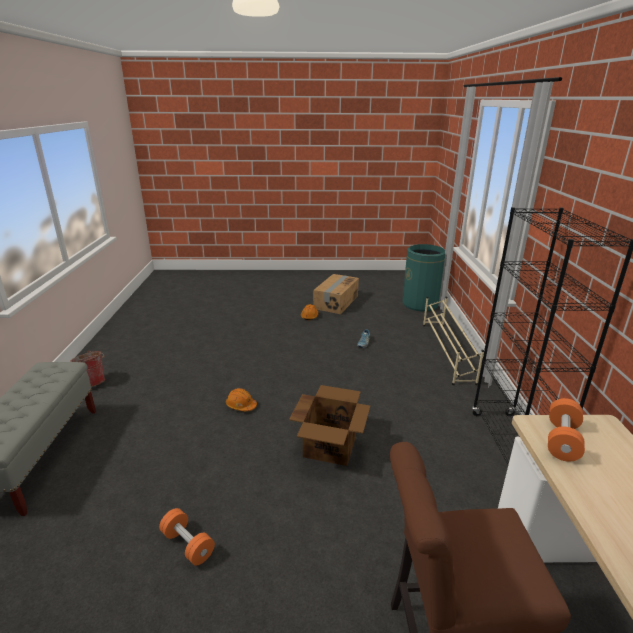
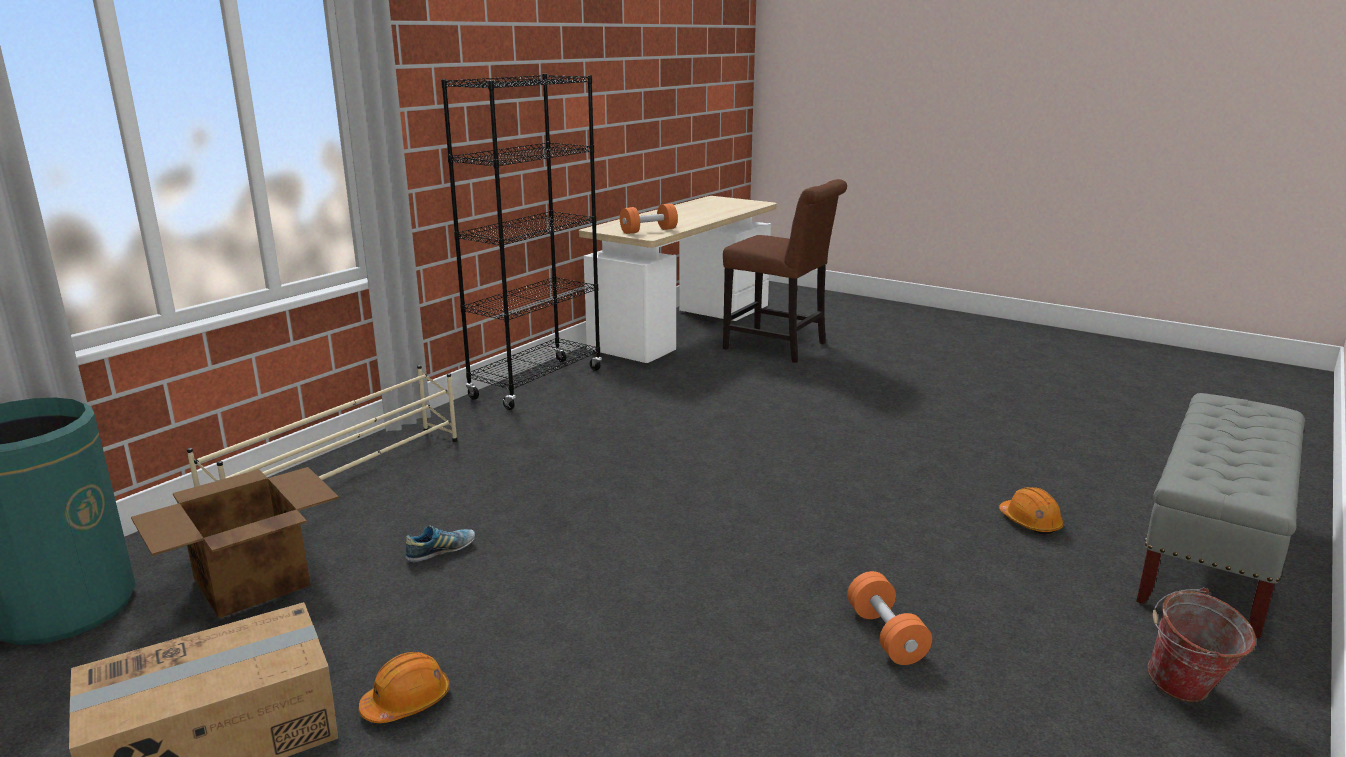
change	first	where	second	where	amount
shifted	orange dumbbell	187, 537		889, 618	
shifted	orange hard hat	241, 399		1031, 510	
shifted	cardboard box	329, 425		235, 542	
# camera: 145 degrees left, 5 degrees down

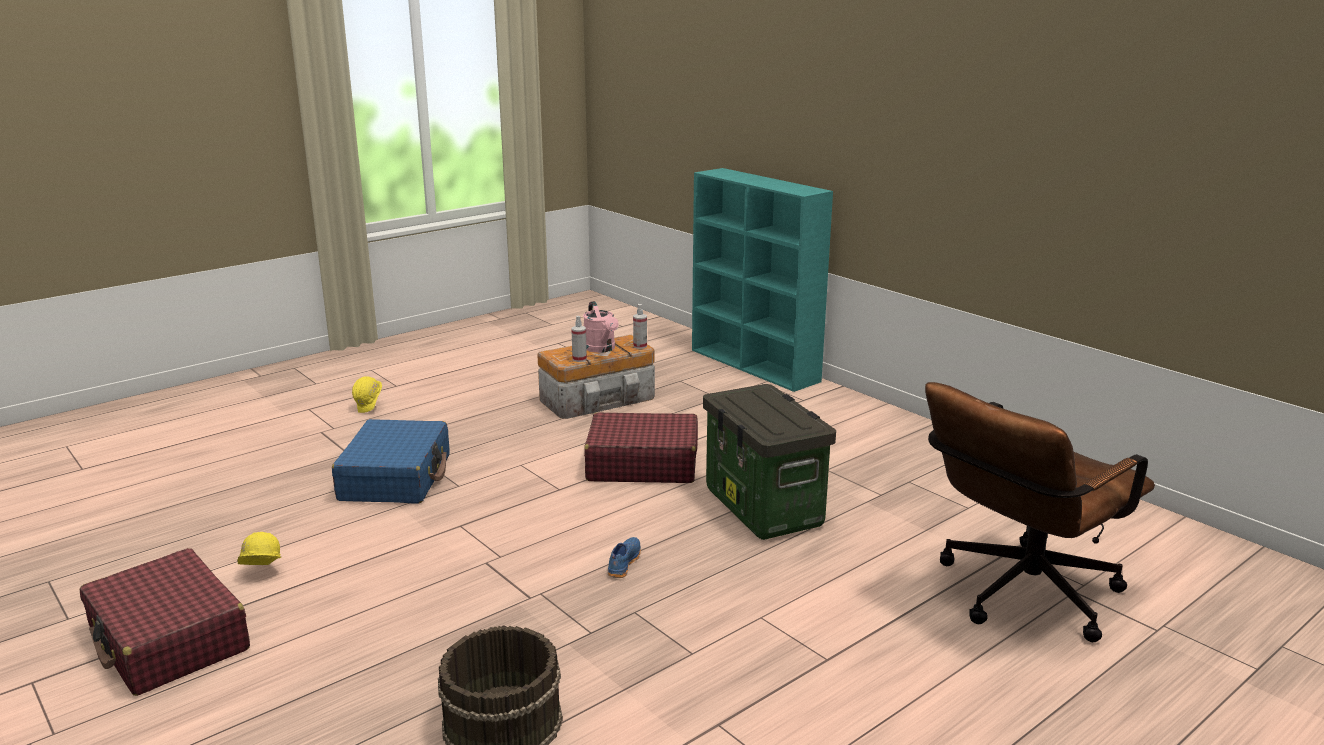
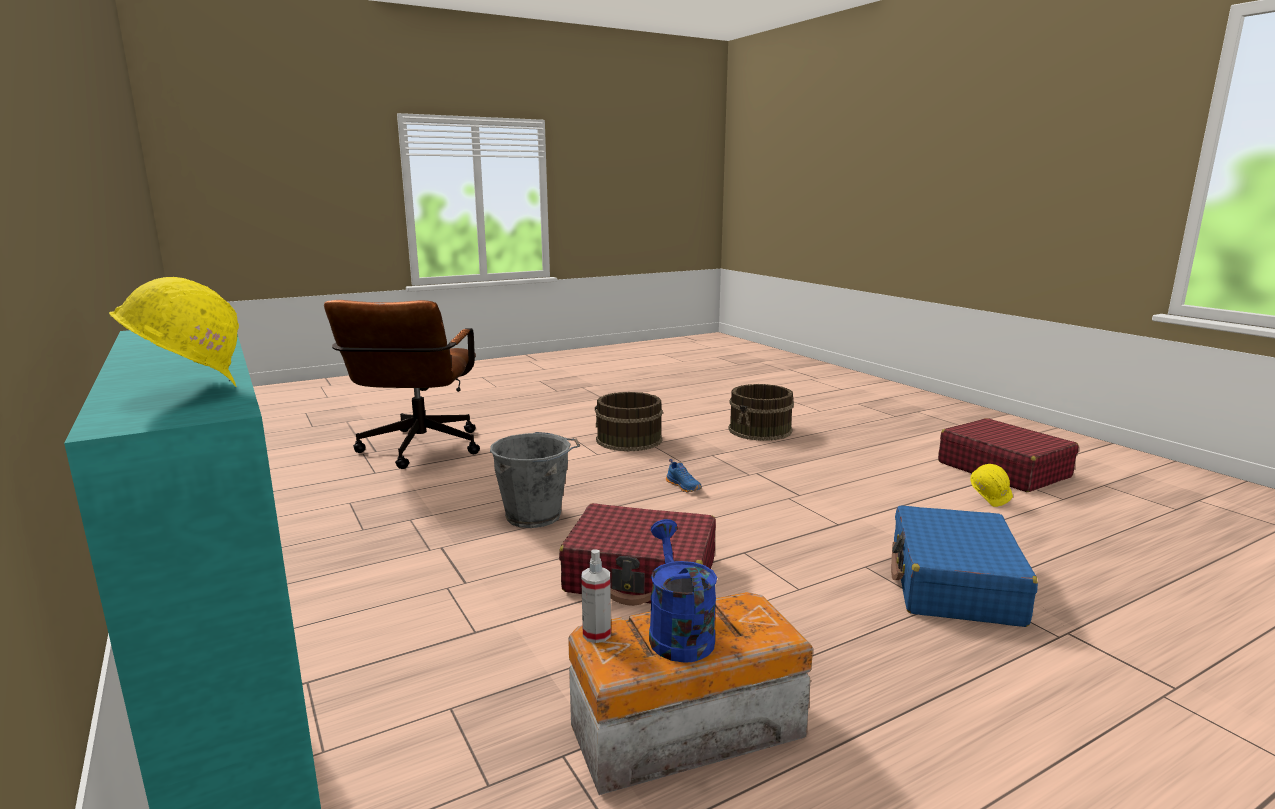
change	first	where	second	where	amount
gone	spray bottle	579, 339			
new			brown bucket	629, 422	
shifted	yellow hard hat	367, 394		174, 332	
swapped	storage box	769, 462	grey bucket	535, 480	
repainted	pink watering can	601, 327	blue watering can	683, 591	
rotated	blue shoe	624, 557		684, 475	60 degrees counterclockwise
rotated	brown office chair	1040, 512		402, 384	120 degrees clockwise
# camera: 170 degrees left, 5 degrees down

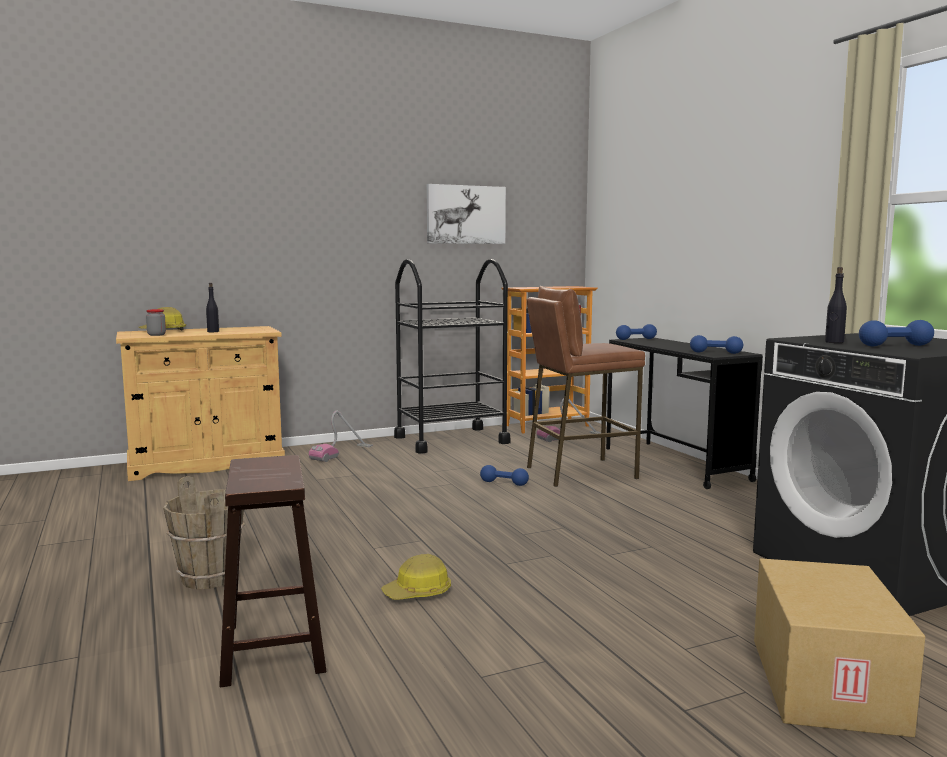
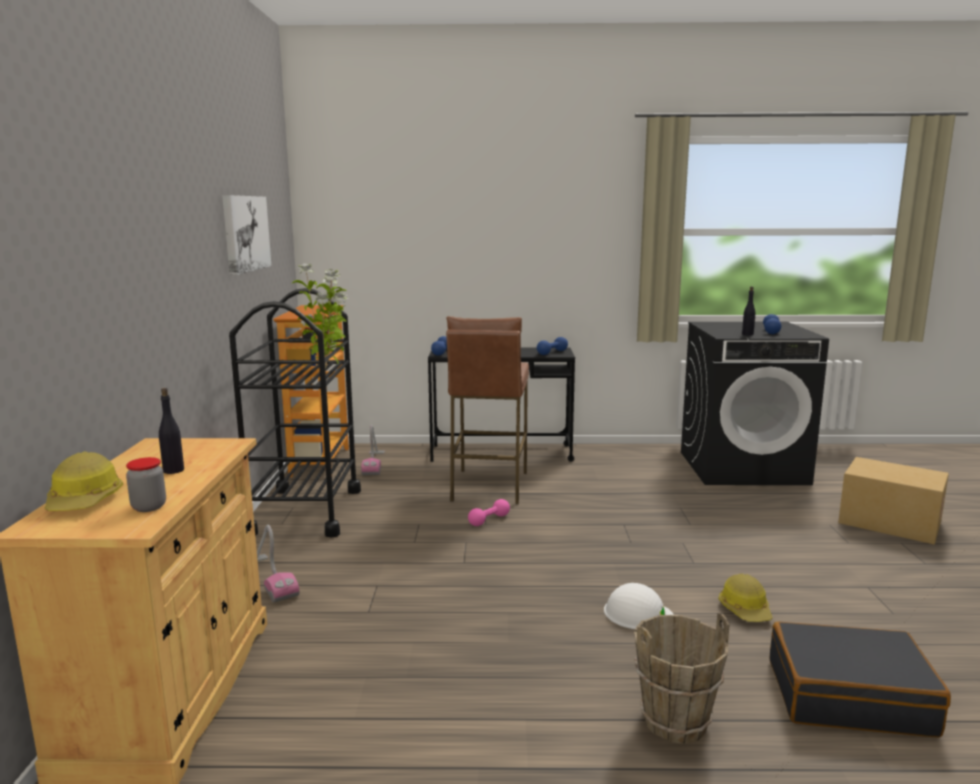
change	first	where	second	where	amount
new			potted plant	320, 316	
new			white hard hat	639, 606	
swapped	brown stool	273, 571	black suitcase	860, 679	
repainted	blue dumbbell	504, 475	pink dumbbell	489, 512	
# camera: 65 degrees left, 5 degrees up

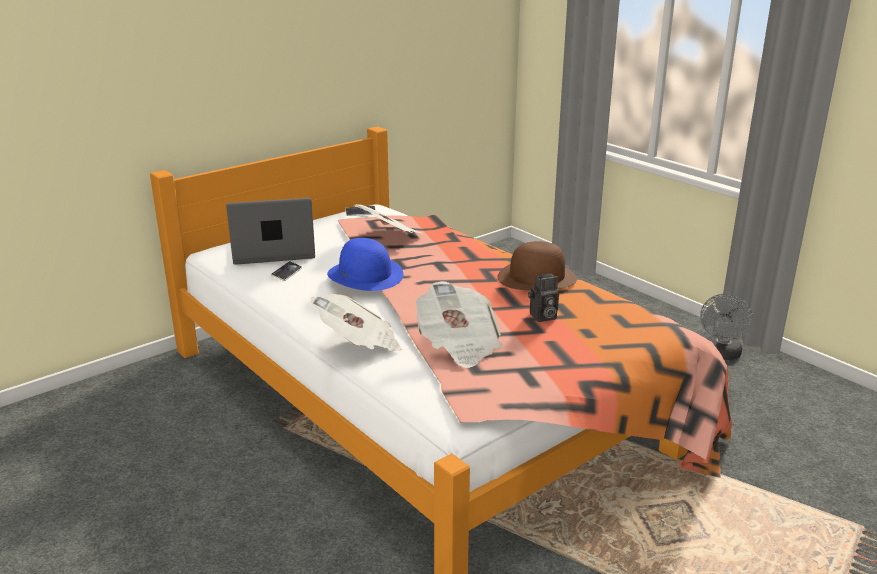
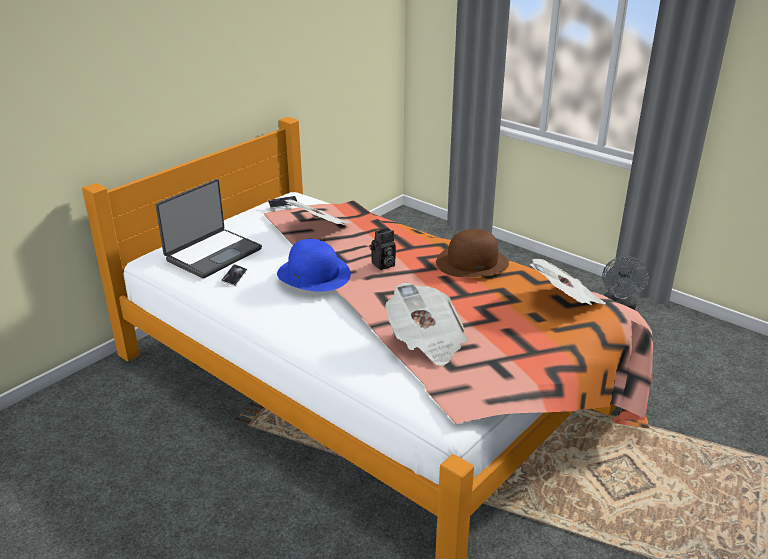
change	first	where	second	where	amount
shifted	newspaper	356, 322		568, 282	
shifted	photo camera	543, 297		382, 249	
rotated	laptop	270, 231		208, 228	150 degrees clockwise
# camera: 10 degrees left, 5 degrees up

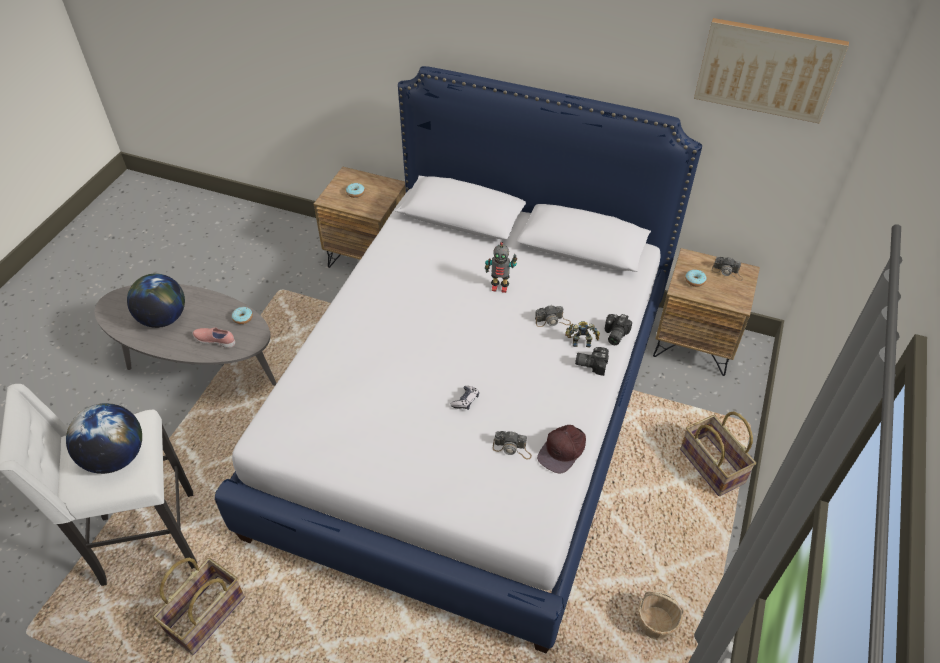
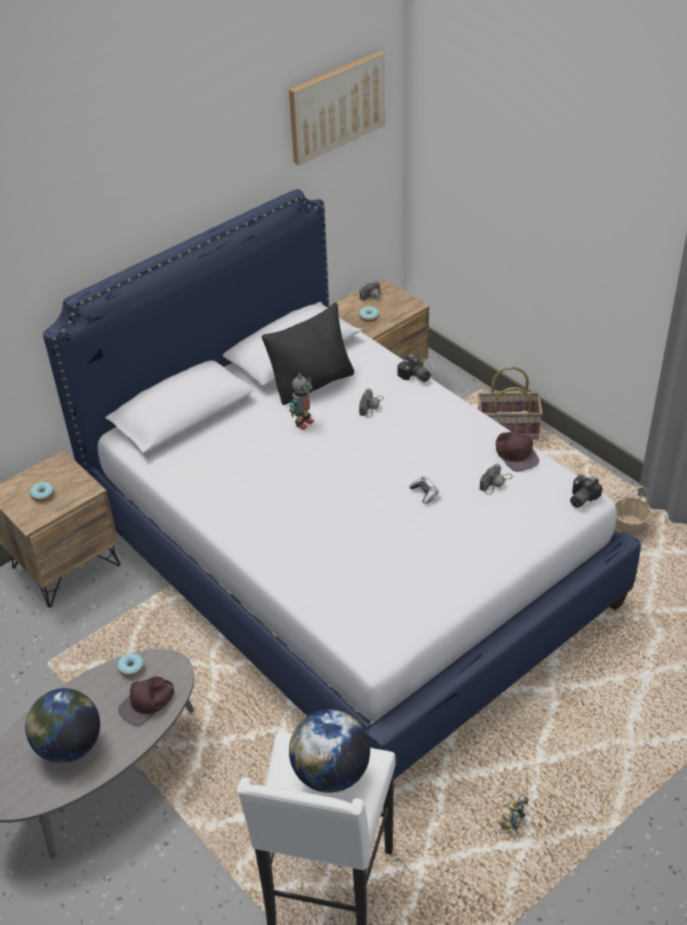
change	first	where	second	where	amount
gone	basket	199, 606			
new			black pillow	308, 353	
shifted	toy robot	582, 334		513, 812	
shifted	photo camera	592, 361		586, 491	
swapped	pink shoe	213, 337	brown cap	146, 700	
# camera: 60 degrees left, 5 degrees down

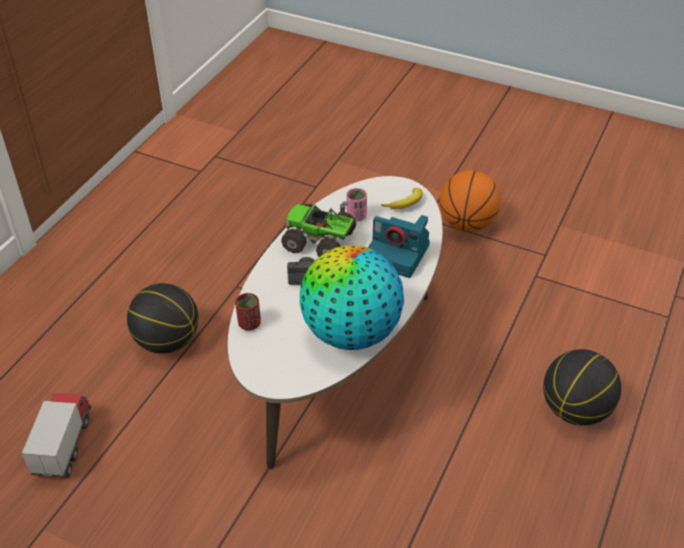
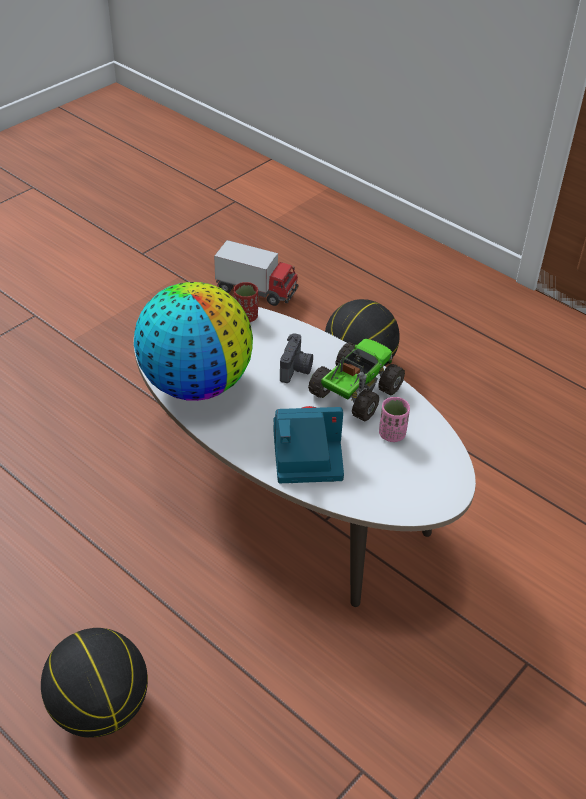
change	first	where	second	where	amount
gone	banana	401, 198			
gone	basketball	470, 201			
rotated	photo camera	399, 246		309, 444	45 degrees clockwise
# camera: 105 degrees right, 0 degrees up

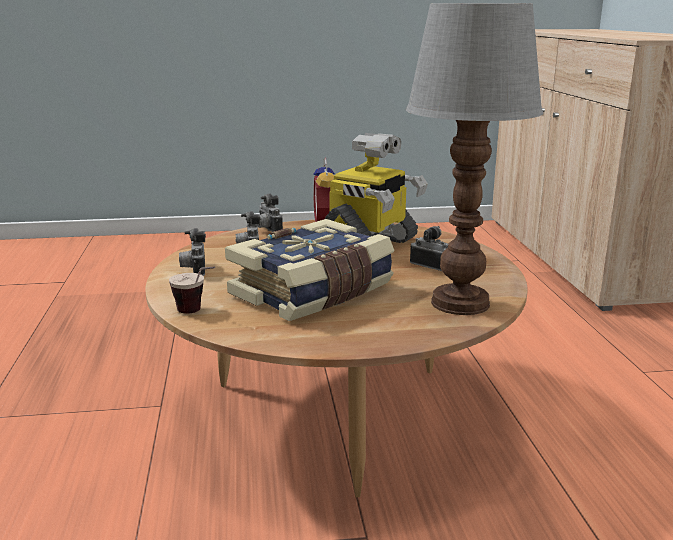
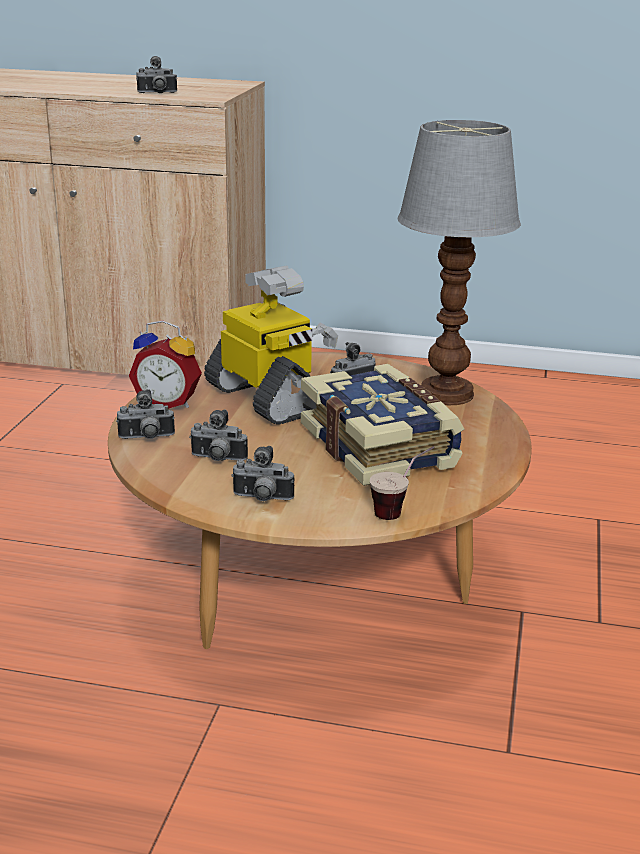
change	first	where	second	where	amount
new			photo camera	156, 74	
# camera: 70 degrees left, 5 degrees up

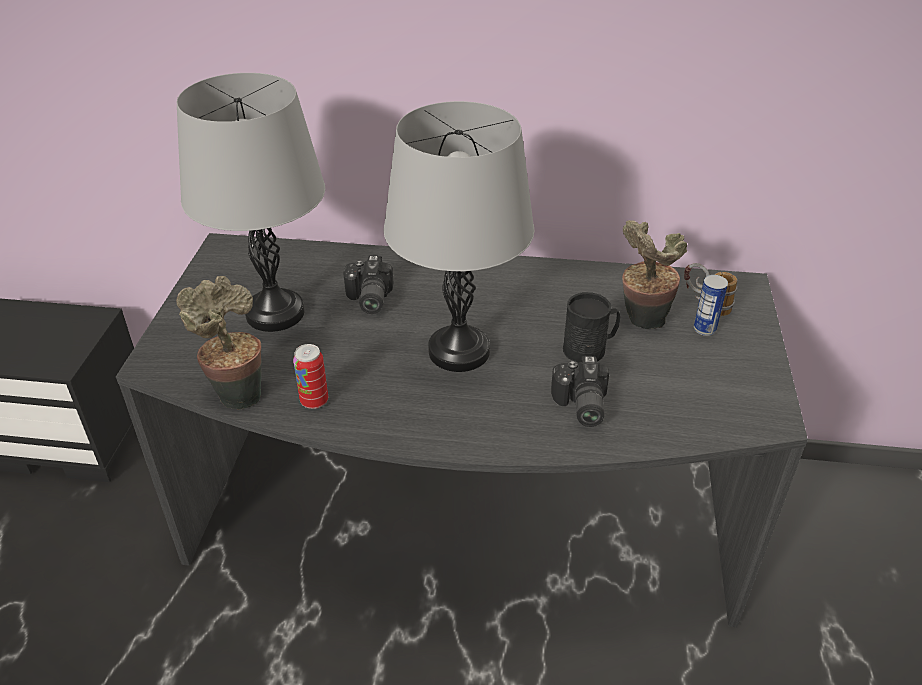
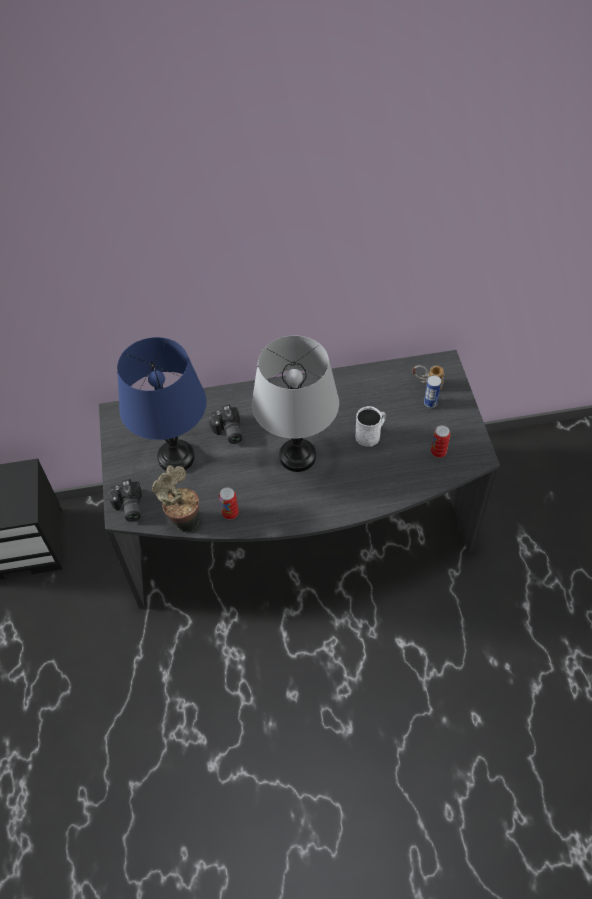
change	first	where	second	where	amount
gone	potted plant	654, 274			
new			can	440, 441	
shifted	photo camera	580, 391		124, 500	
repainted	grey table lamp	251, 202	blue table lamp	162, 404	
repainted	black mug	591, 327	white mug	370, 426	
# camera: 15 degrees left, 15 degrees up

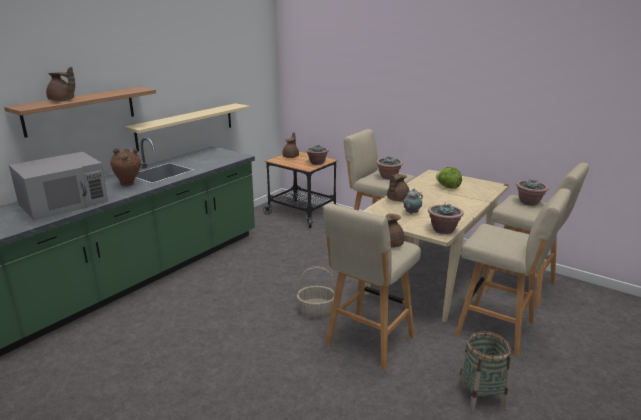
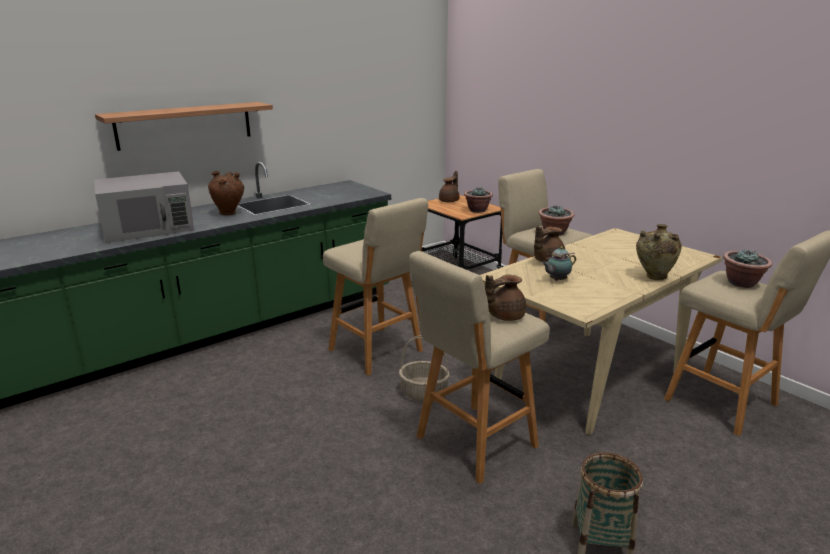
change	first	where	second	where	amount
gone	brown teapot	60, 84			
gone	beige shelf	187, 127			
gone	potted plant	446, 219			
gone	lettuce	449, 178			
new			beige vase	659, 252	
shifted	beige stool	513, 272		375, 287	
# camera: 15 degrees right, 0 degrees up

